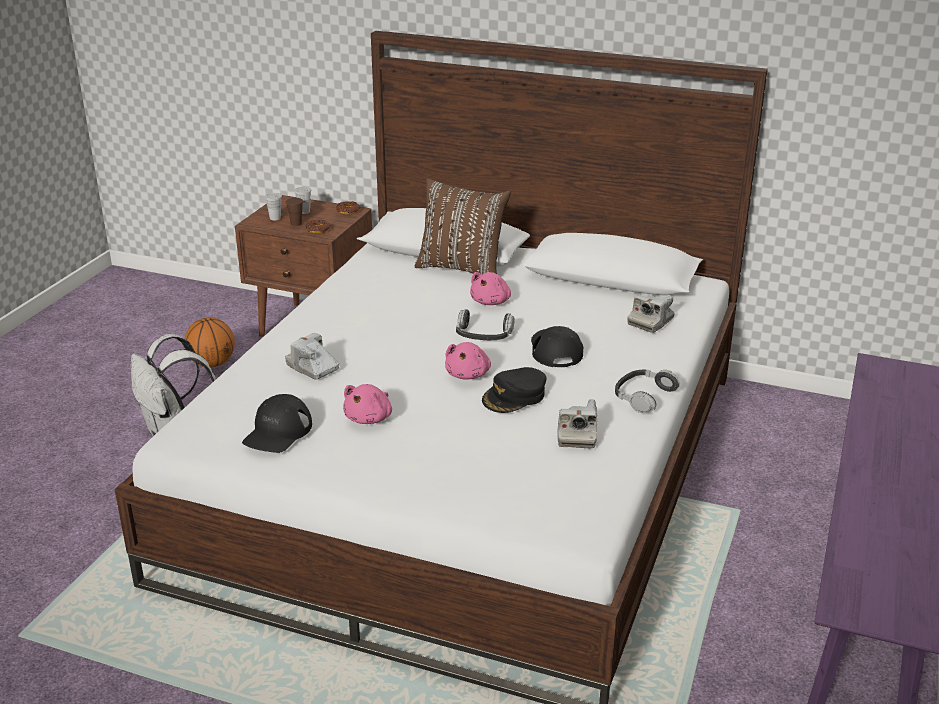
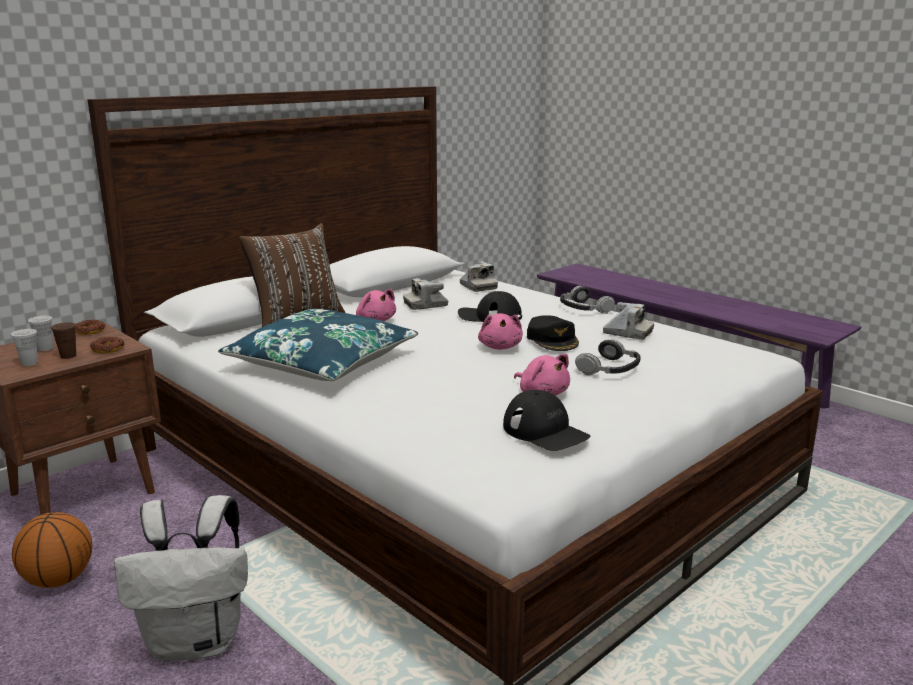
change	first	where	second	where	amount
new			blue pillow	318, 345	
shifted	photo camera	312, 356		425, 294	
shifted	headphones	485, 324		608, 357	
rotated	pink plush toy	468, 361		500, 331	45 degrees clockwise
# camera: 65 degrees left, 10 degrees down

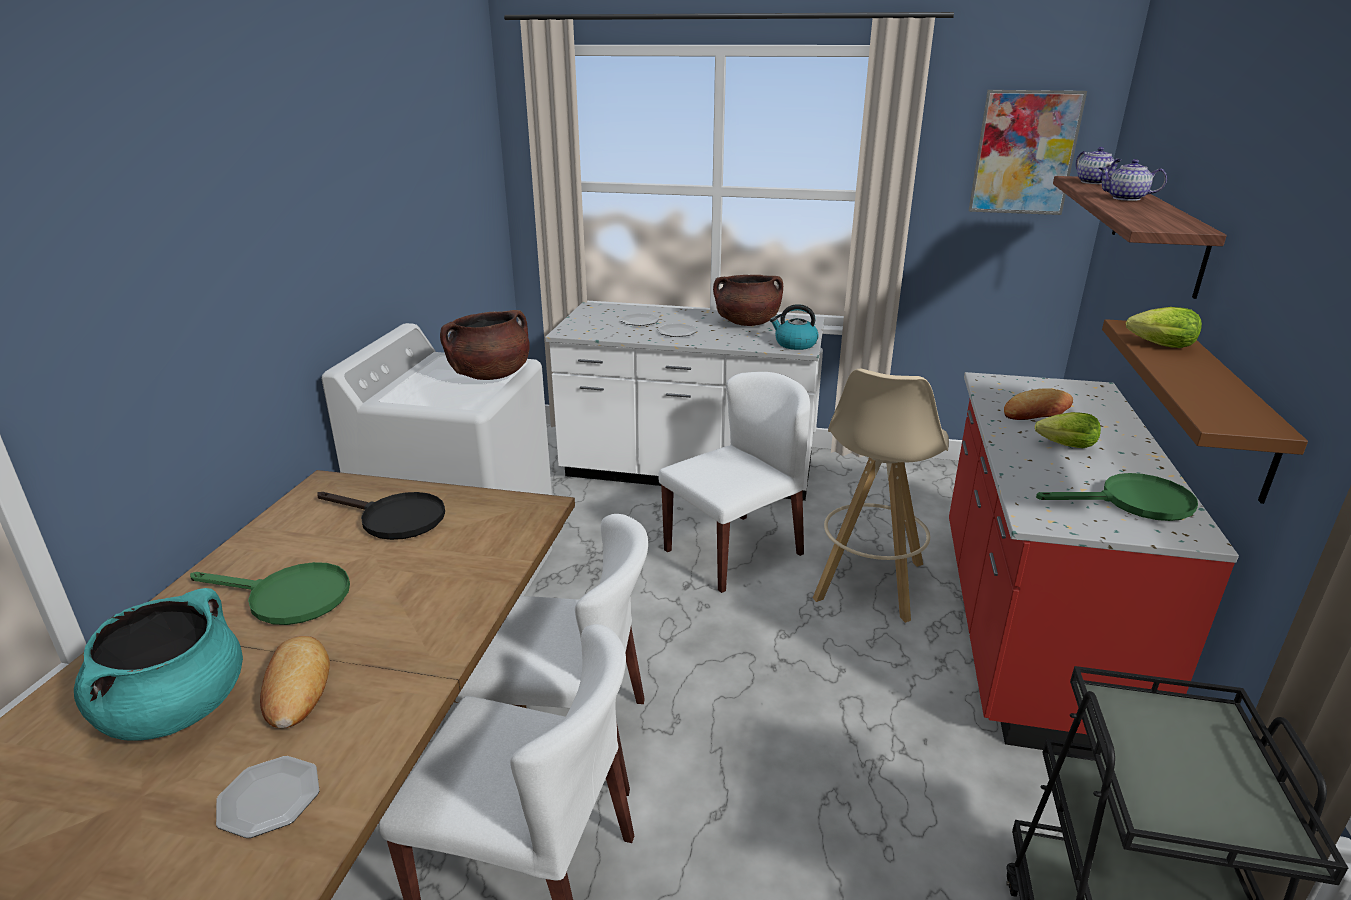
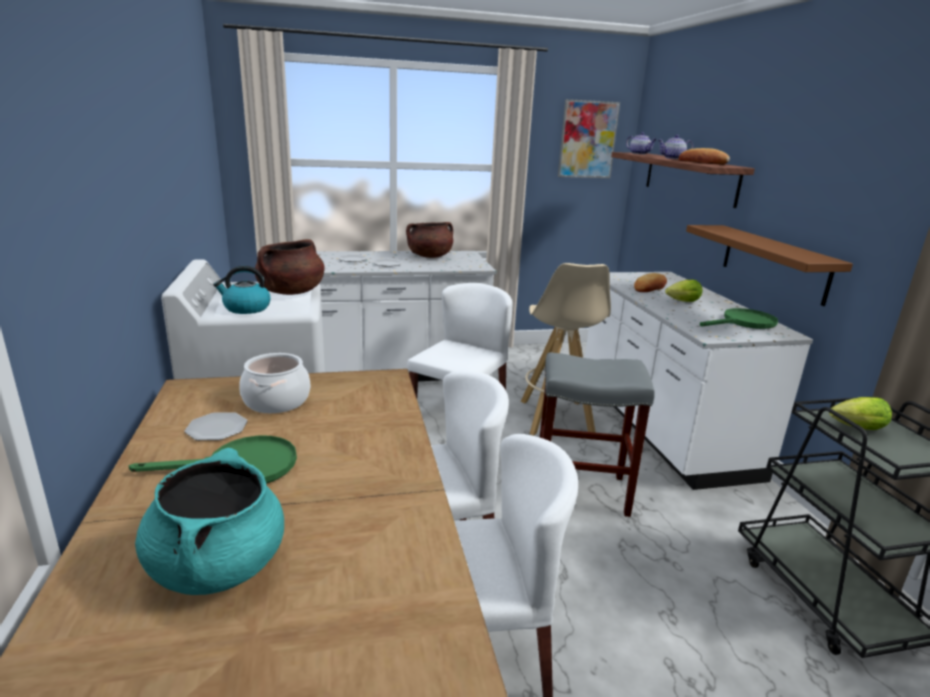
change	first	where	second	where	amount
new			grey stool	597, 435	
shifted	plate	268, 797		216, 426	
shifted	bread	295, 682		704, 156	
shifted	kettle	794, 327		242, 290	
shifted	lettuce	1164, 327		860, 413	
swapped	black frying pan	381, 516	cooking pot	274, 383	
repainted	red counter	1094, 564	white counter	699, 381	
# camera: 25 degrees left, 5 degrees down

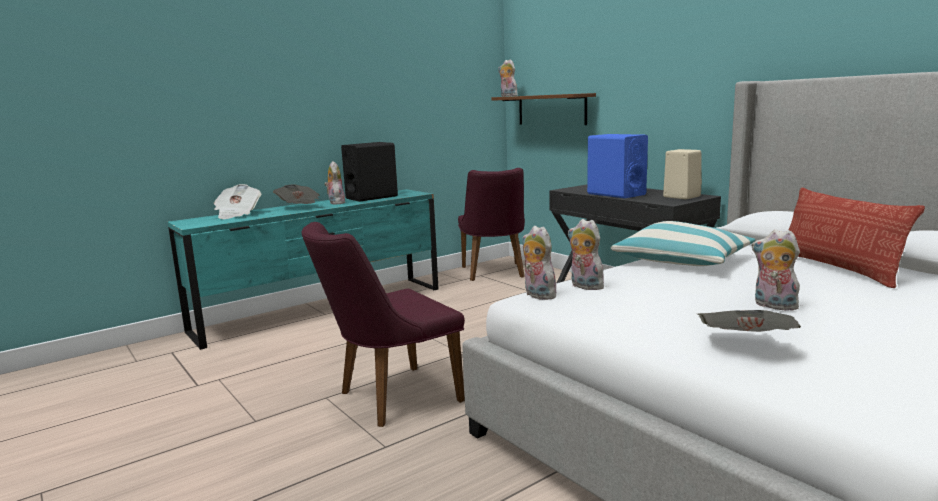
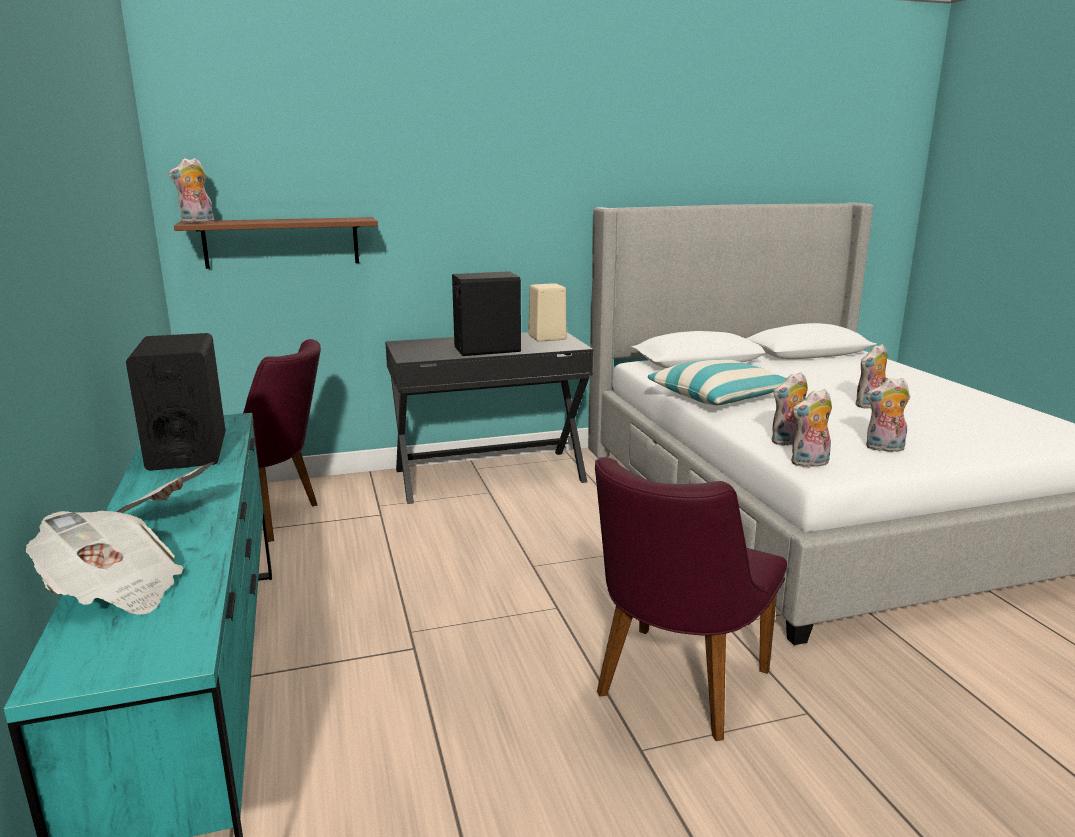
change	first	where	second	where	amount
gone	newspaper	749, 321			
gone	pillow	857, 238			
shifted	plush toy	334, 182		888, 415	
repainted	blue speaker	617, 166	black speaker	486, 313	
rotated	purple chair	383, 324		691, 599	45 degrees clockwise
# camera: 70 degrees left, 5 degrees up

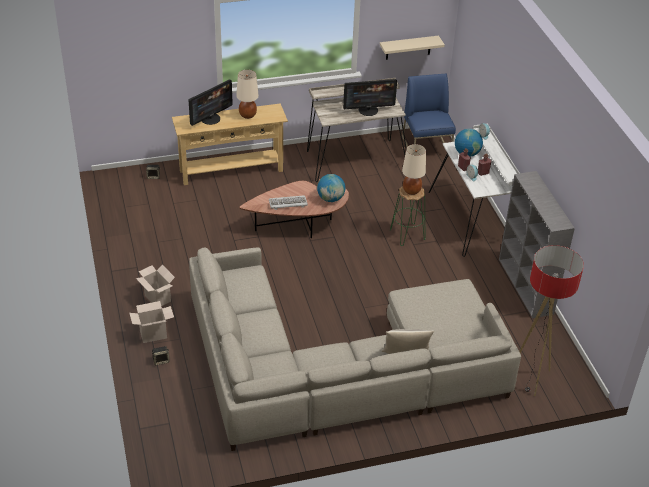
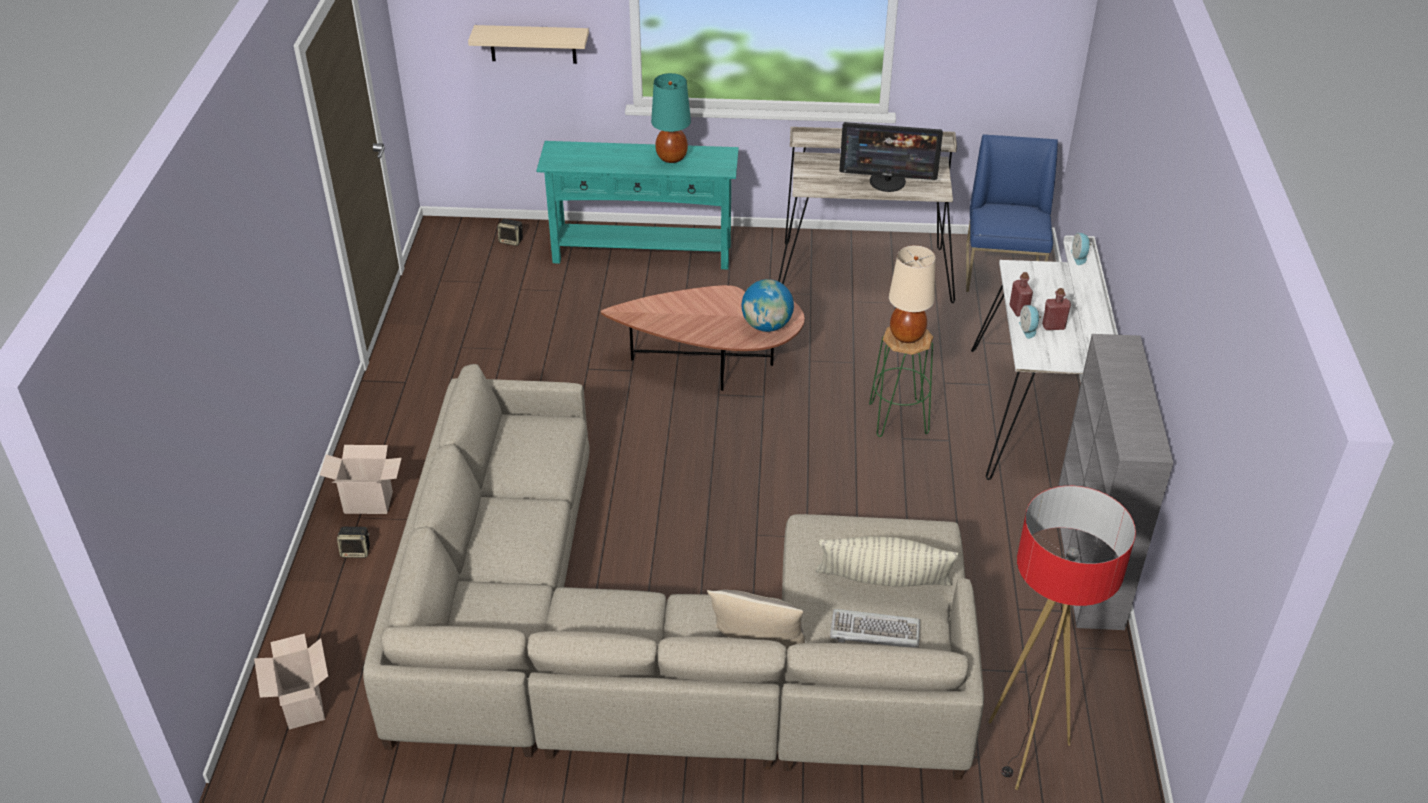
change	first	where	second	where	amount
gone	monitor	211, 102			
gone	globe	469, 143			
new			pillow	887, 561	
shifted	cardboard box	155, 285		291, 681	
shifted	keyboard	288, 202		875, 628	
shifted	beige shelf	412, 48		528, 44	
repainted	beige console table	230, 144	turquoise console table	637, 205	
repainted	beige table lamp	247, 94	turquoise table lamp	671, 118	
# camera: 20 degrees right, 0 degrees up

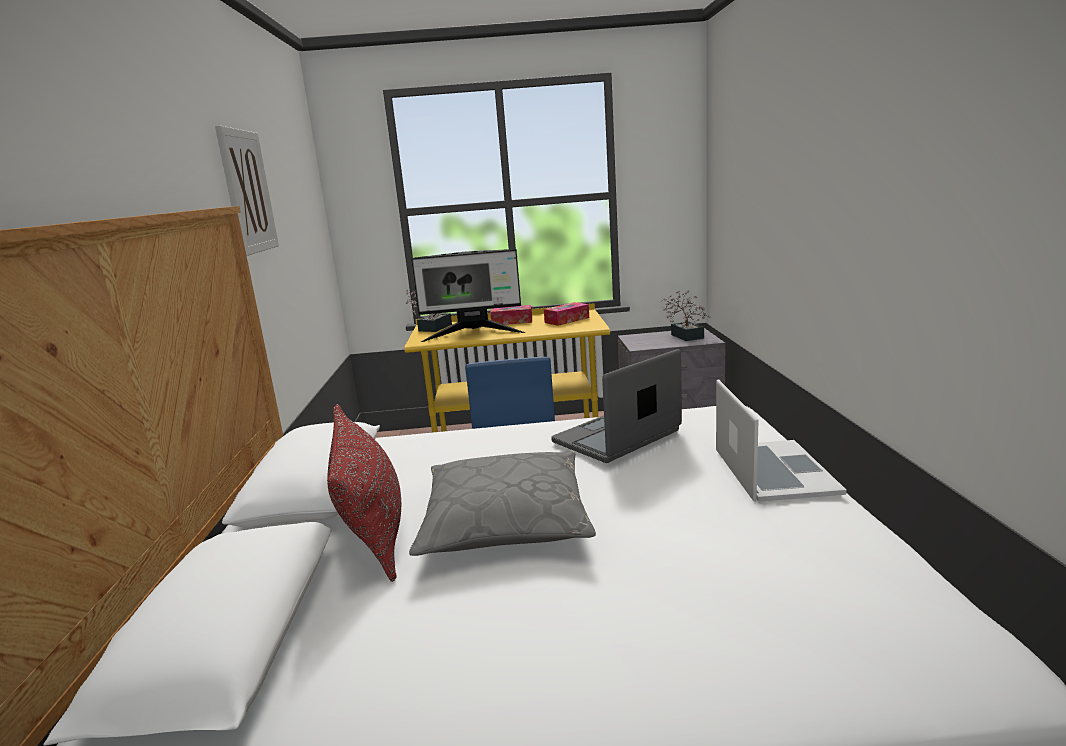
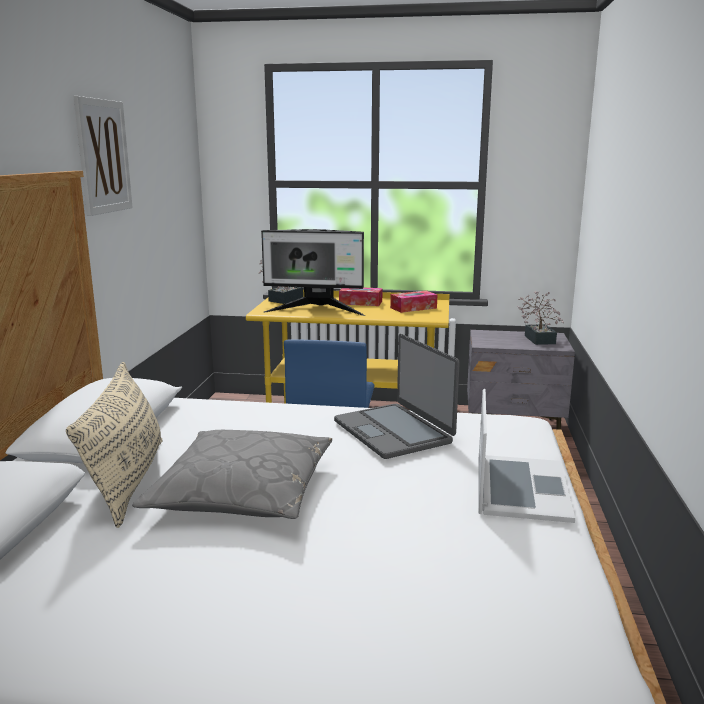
change	first	where	second	where	amount
repainted	red pillow	364, 493	beige pillow	114, 445	
rotated	laptop	616, 406		397, 396	90 degrees counterclockwise
# camera: 10 degrees right, 0 degrees up

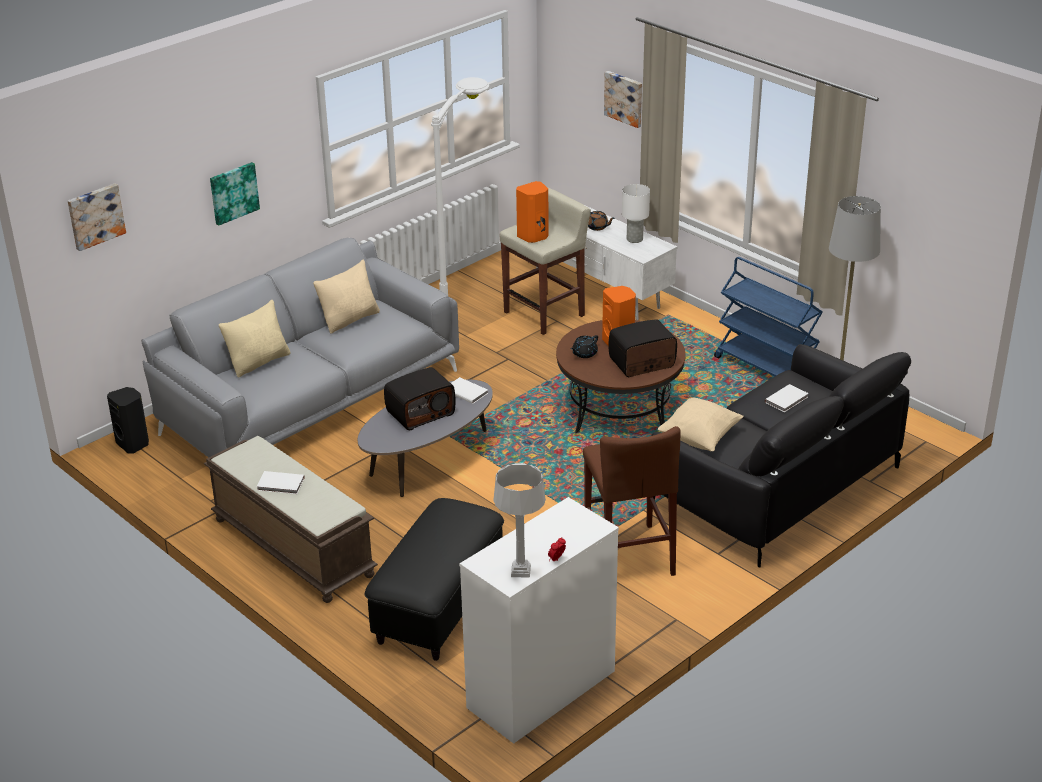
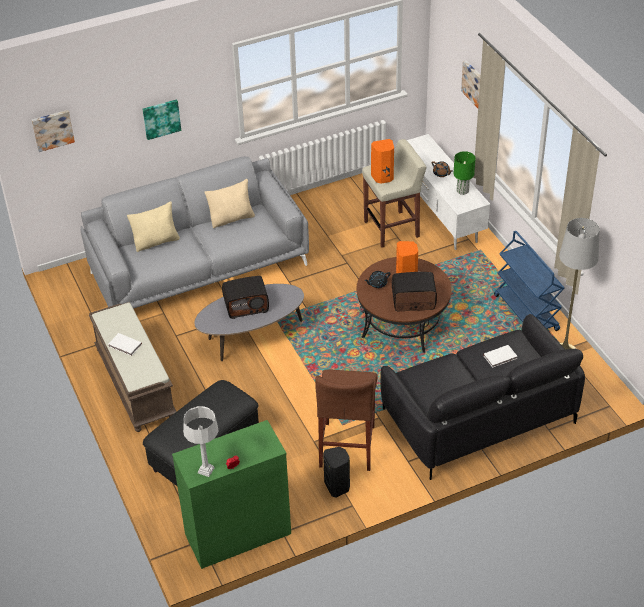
change	first	where	second	where	amount
gone	white floor lamp	460, 186			
gone	white book	469, 390			
gone	beige pillow	701, 424			
shifted	black speaker	128, 420		336, 472	
repainted	white dresser	539, 620	green dresser	231, 494	
repainted	white table lamp	636, 213	green table lamp	465, 173	
# camera: 20 degrees right, 10 degrees up

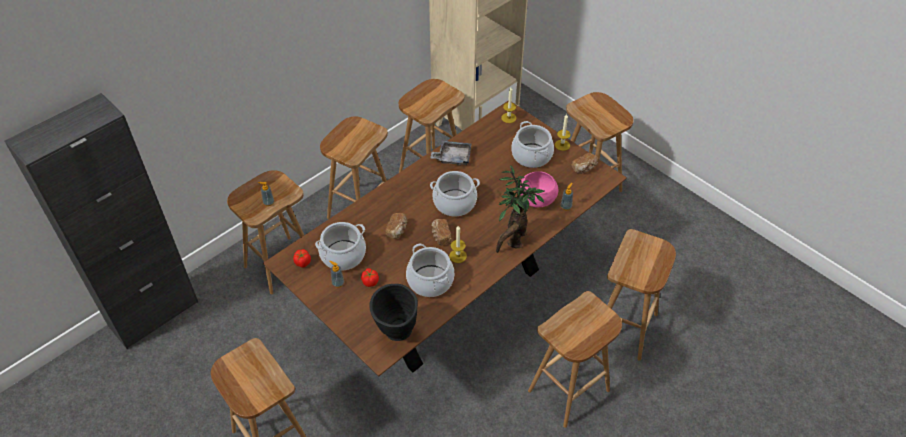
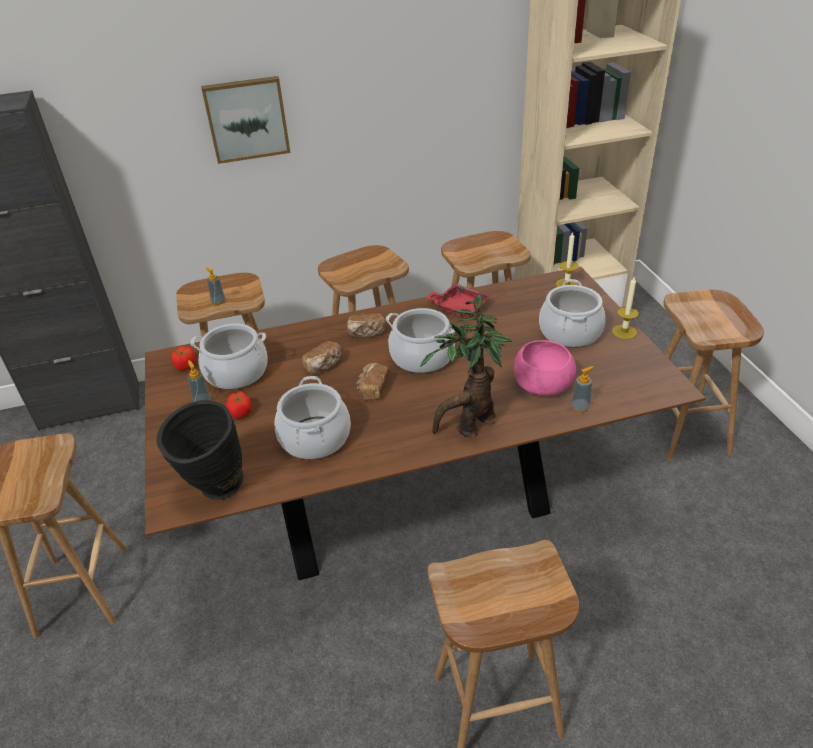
change	first	where	second	where	amount
gone	candle	458, 244			
gone	brown stool	641, 295			
new			picture	245, 120	
shifted	bread	585, 163		366, 325	
repainted	grey tray	451, 153	red tray	458, 300	
# camera: 30 degrees right, 10 degrees down

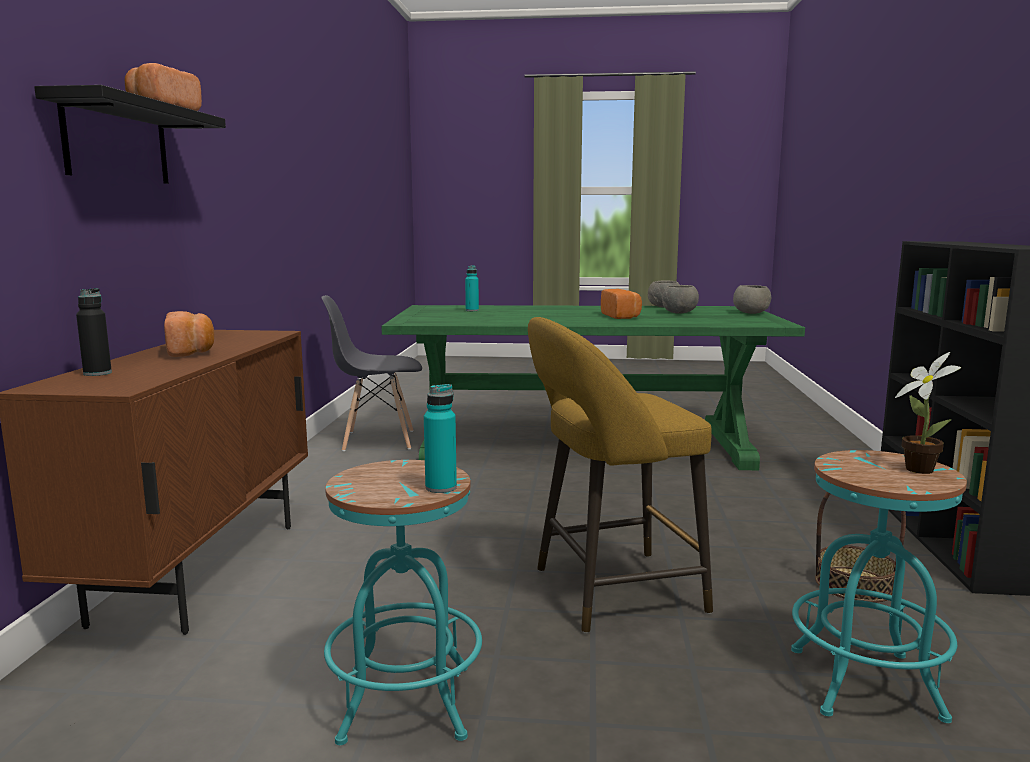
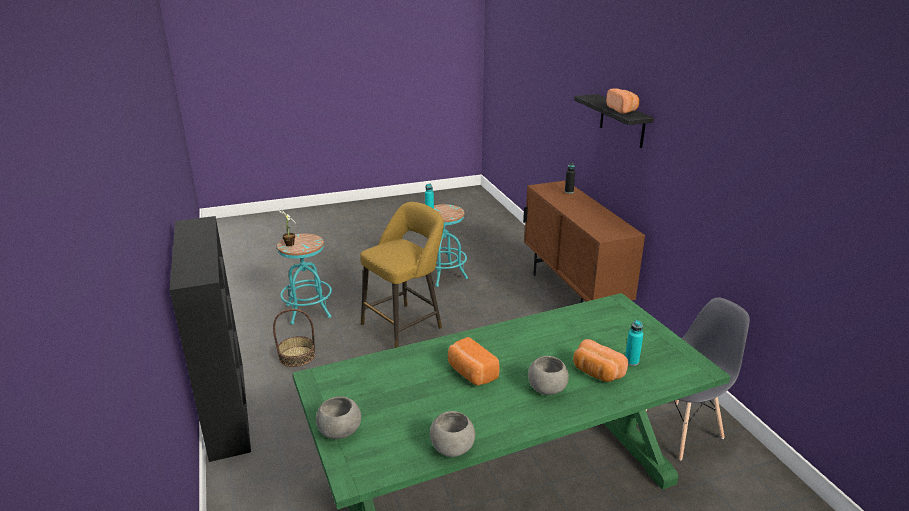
change	first	where	second	where	amount
shifted	bread	189, 334		600, 360	
shifted	grey bowl	680, 299		548, 375	
# camera: 155 degrees right, 15 degrees up

